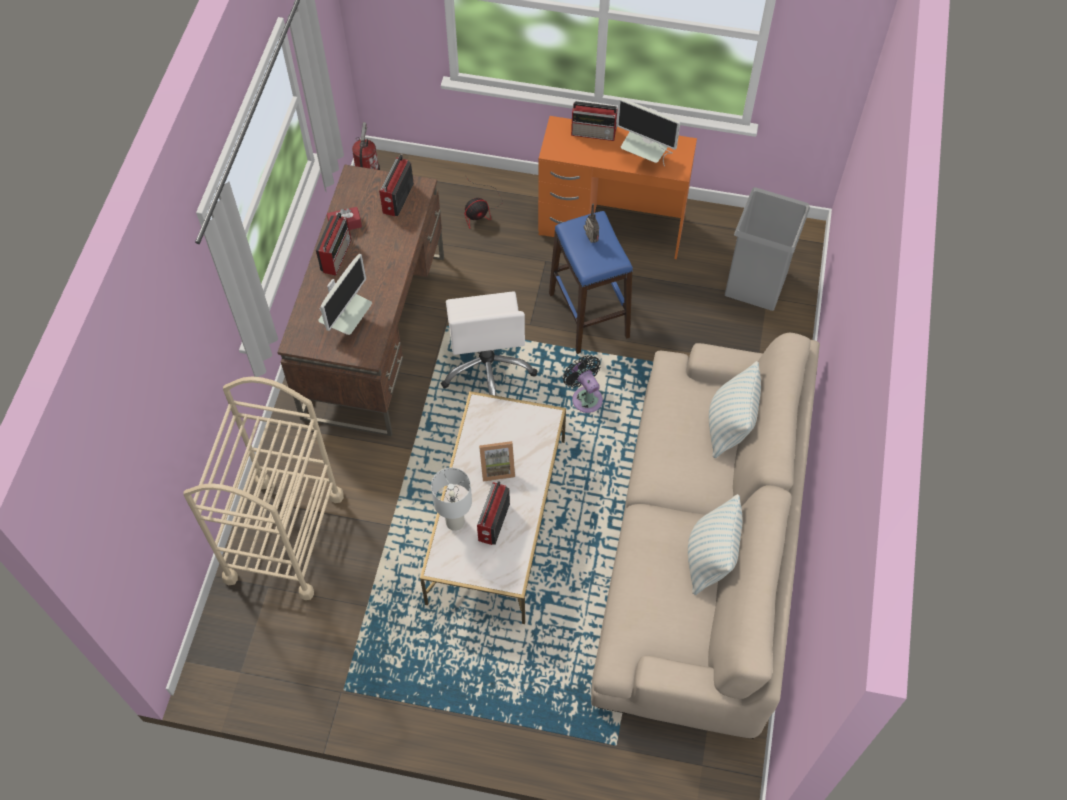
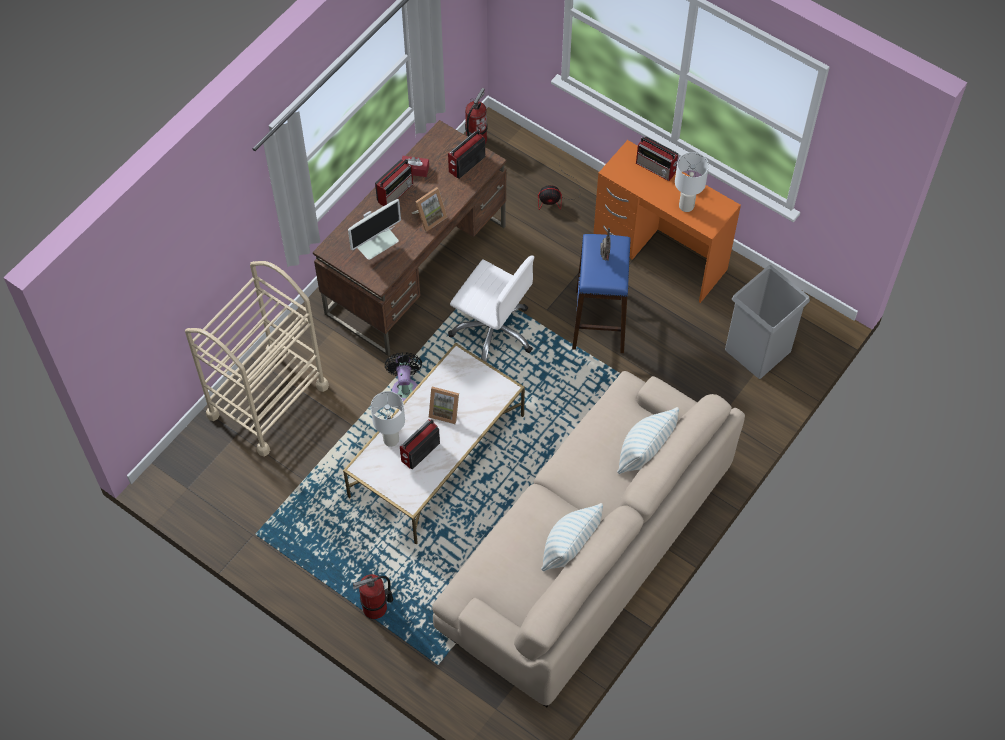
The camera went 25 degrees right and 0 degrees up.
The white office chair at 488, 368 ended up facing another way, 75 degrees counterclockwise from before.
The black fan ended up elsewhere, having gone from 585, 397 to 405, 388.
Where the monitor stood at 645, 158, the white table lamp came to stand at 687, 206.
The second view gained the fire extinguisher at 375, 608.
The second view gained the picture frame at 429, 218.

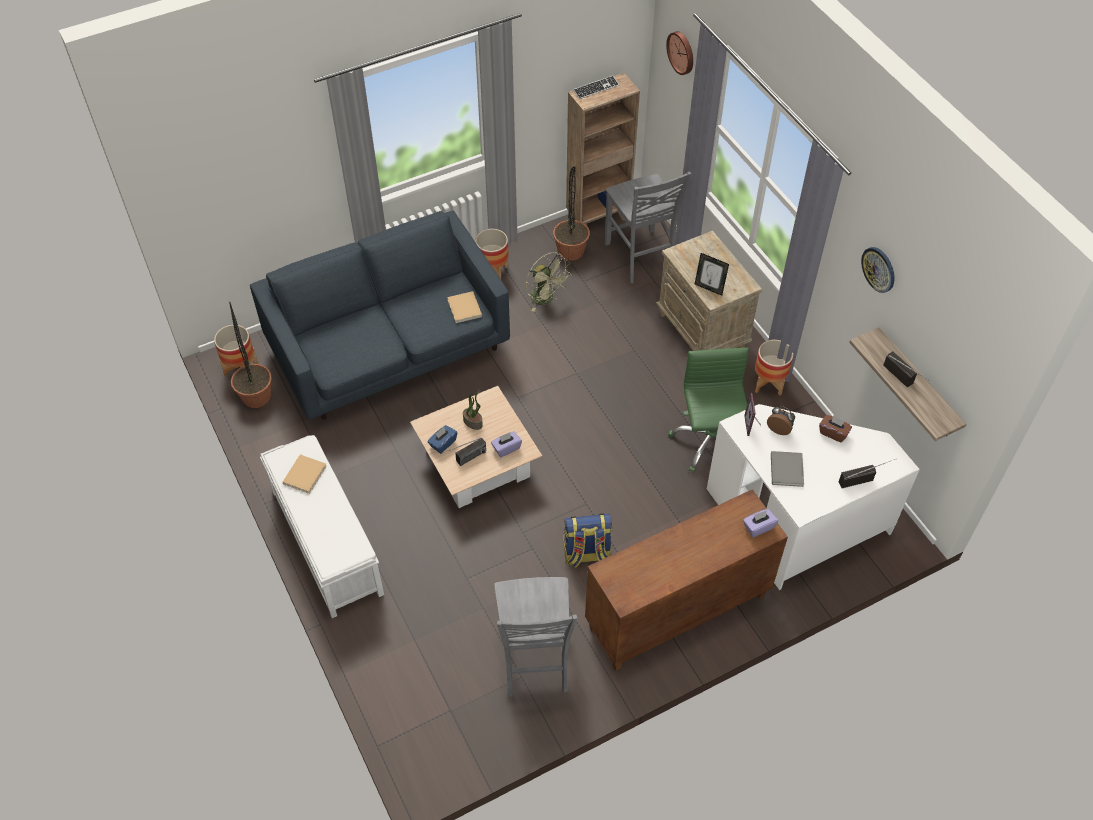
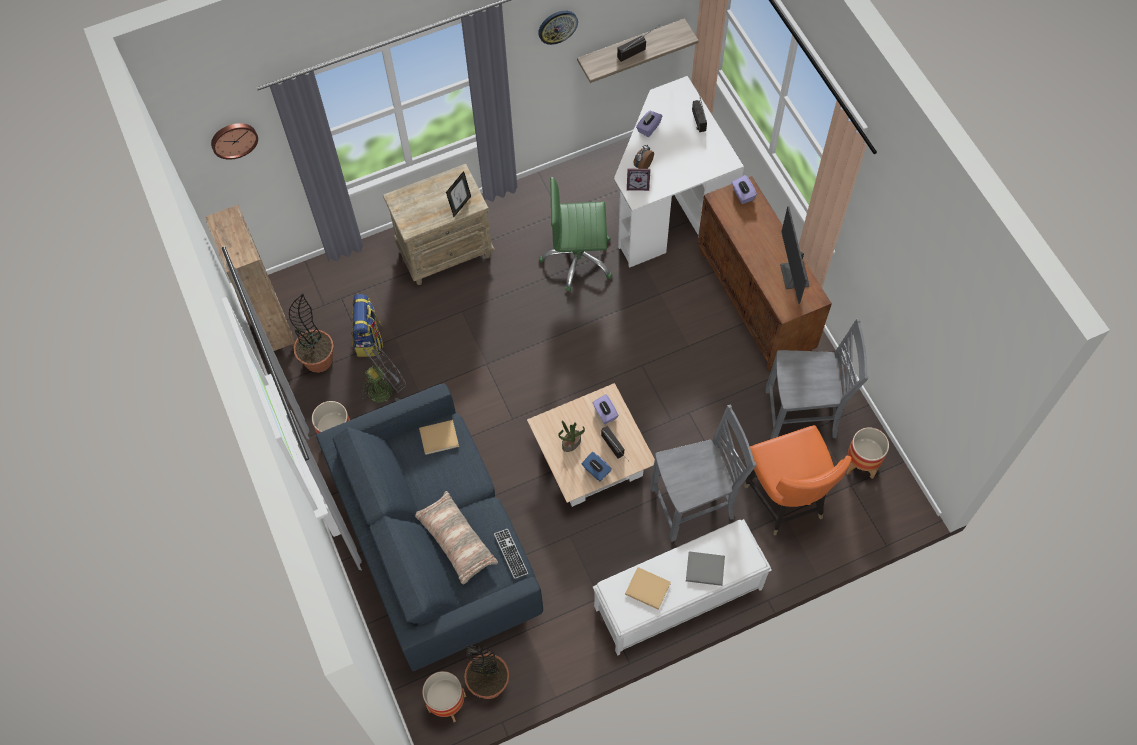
The camera went 85 degrees left and 10 degrees up.
What was the green fan at 546, 299 turned into the grey fan at 384, 387.
The backpack ended up elsewhere, having gone from 586, 554 to 369, 339.
The keyboard ended up elsewhere, having gone from 596, 88 to 511, 554.
The grey chair ended up elsewhere, having gone from 640, 258 to 694, 505.
The planter ended up elsewhere, having gone from 768, 384 to 861, 464.
The grey book ended up elsewhere, having gone from 786, 468 to 703, 569.
What was the brown tissue box at 833, 433 turned into the purple tissue box at 648, 128.
The second view gained the pillow at 456, 541.
The second view gained the orange chair at 785, 500.
The second view gained the monitor at 793, 275.

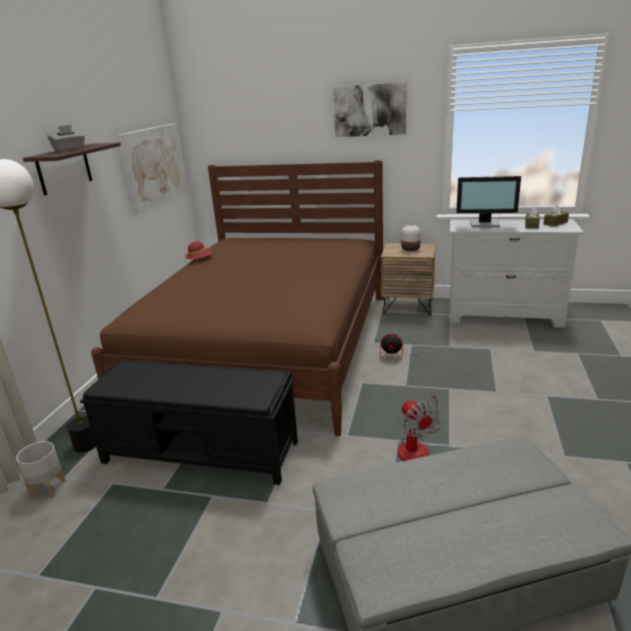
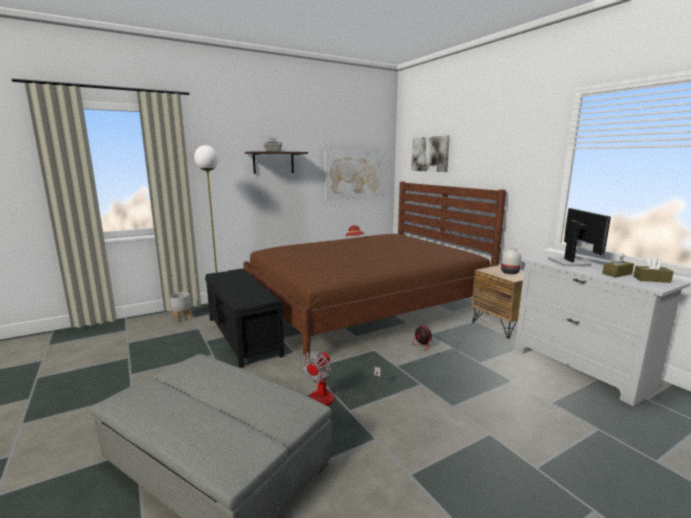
The camera went 45 degrees right and 10 degrees down.
The picture ended up elsewhere, having gone from 370, 110 to 430, 154.
The monitor at 485, 224 ended up facing another way, 150 degrees counterclockwise from before.

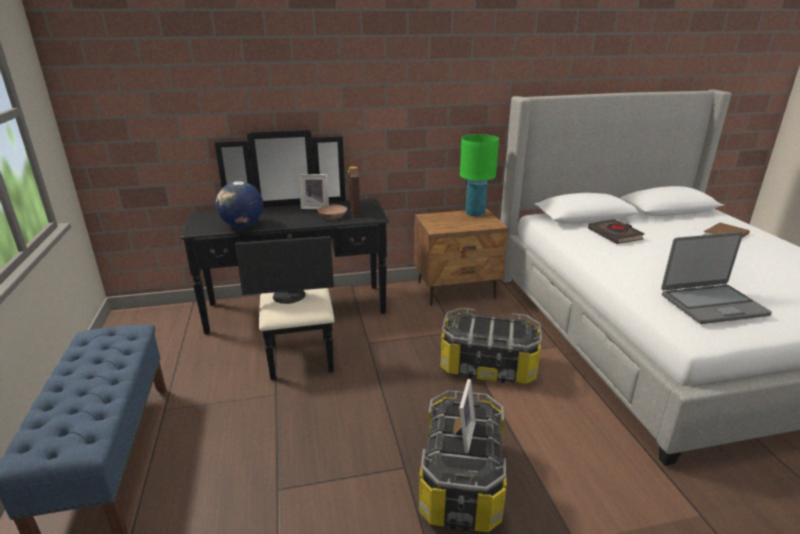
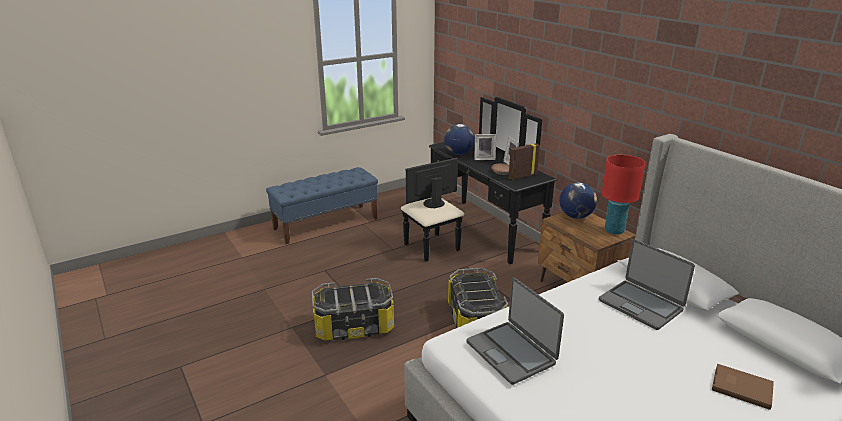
The camera went 70 degrees right and 0 degrees up.
The monitor at 289, 296 ended up facing another way, 90 degrees clockwise from before.
The picture frame ended up elsewhere, having gone from 461, 435 to 484, 158.
What was the green table lamp at 475, 213 turned into the red table lamp at 614, 230.
Where the black book stood at 615, 235, the laptop came to stand at 641, 305.
The second view gained the globe at 576, 216.

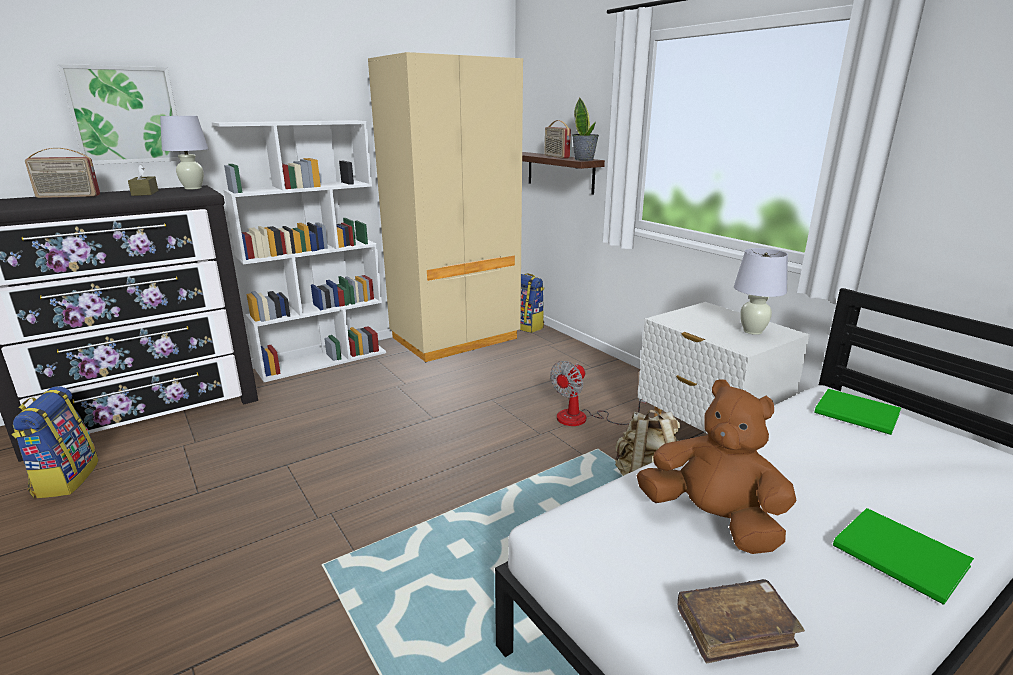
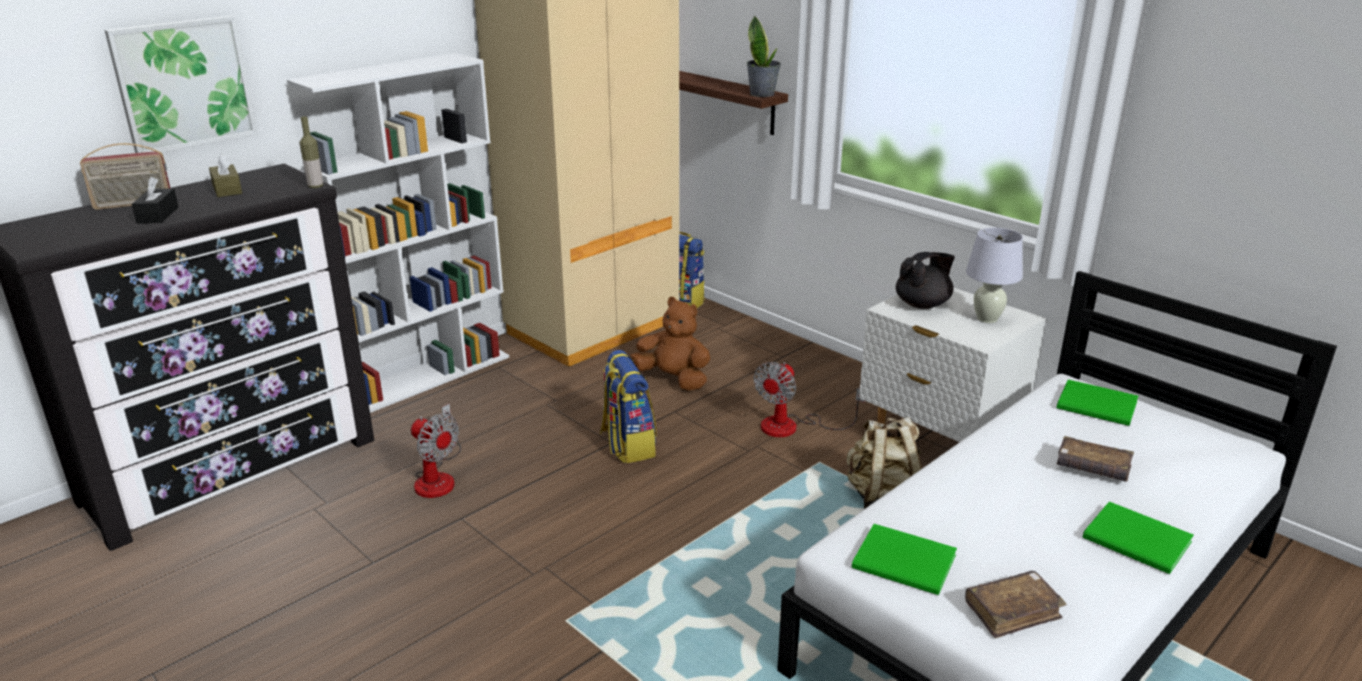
The camera went 10 degrees left and 5 degrees up.
The backpack ended up elsewhere, having gone from 65, 479 to 627, 445.
The second view lost the white table lamp at 193, 188.
The second view lost the radio at 556, 157.
The brown plush toy ended up elsewhere, having gone from 712, 520 to 673, 379.
The second view gained the black tissue box at 158, 215.
The second view gained the bottle at 315, 186.
The second view gained the fan at 438, 477.
The second view gained the green book at 906, 564.
The second view gained the black teapot at 923, 304.
The second view gained the brown book at 1092, 468.

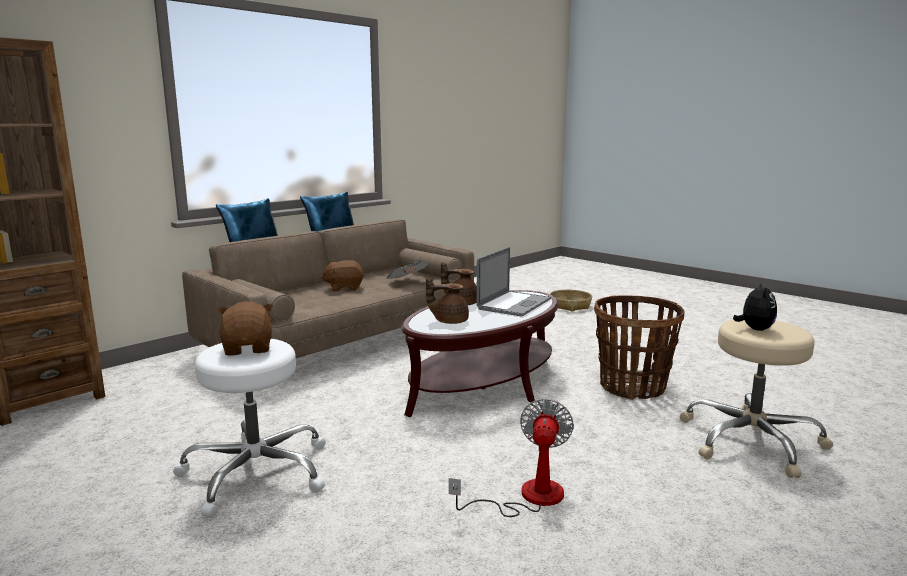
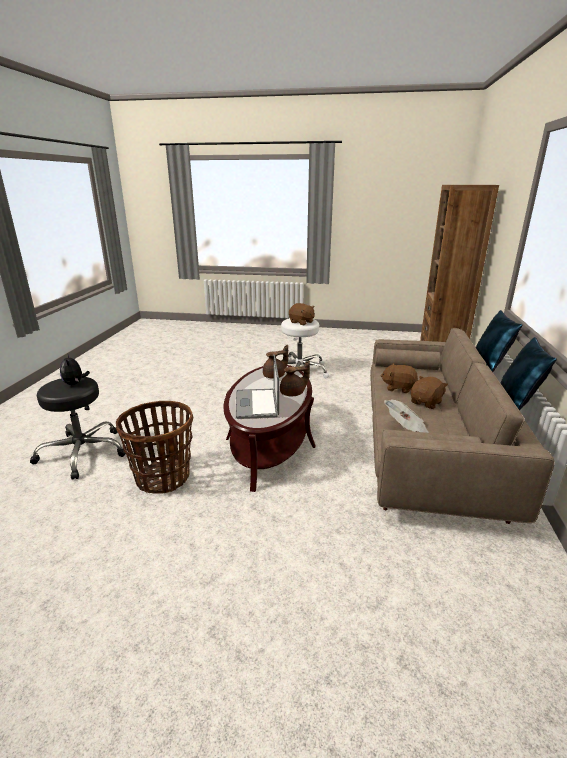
The camera went 145 degrees right and 10 degrees up.
The second view lost the fan at 528, 497.
The second view lost the basket at 570, 306.
What was the beige stool at 750, 441 turned into the black stool at 83, 452.
The second view gained the brown plush toy at 398, 388.

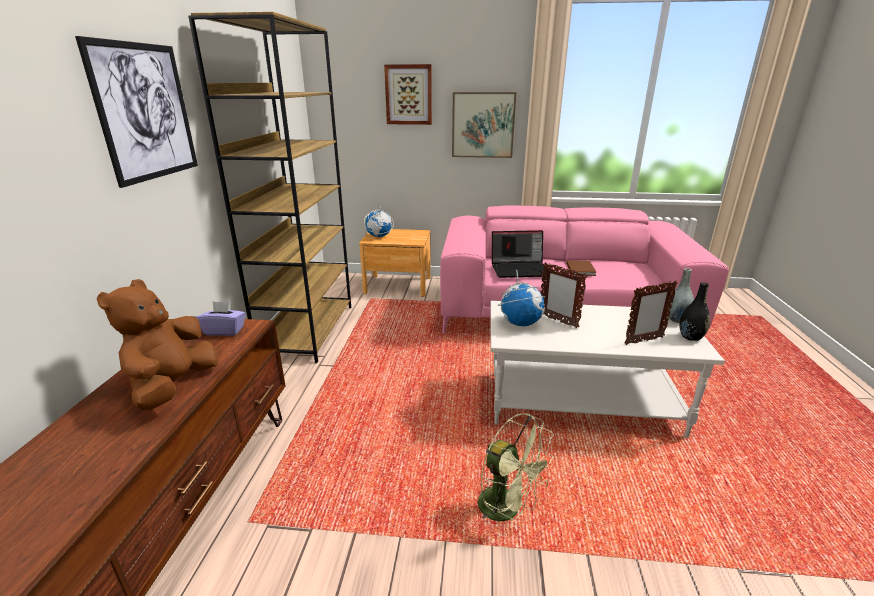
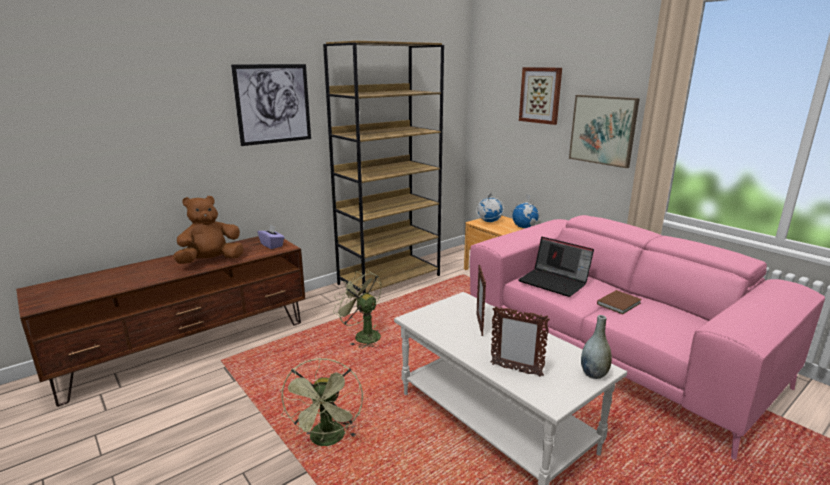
The camera went 45 degrees right and 5 degrees down.
The globe ended up elsewhere, having gone from 520, 323 to 524, 227.
The second view lost the black vase at 690, 337.
The second view gained the green fan at 362, 336.

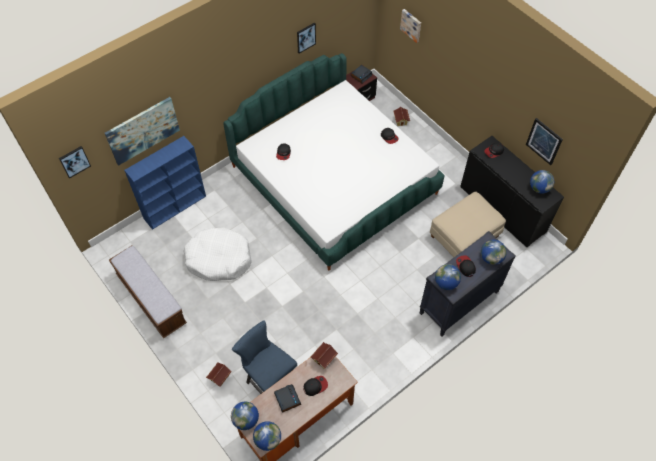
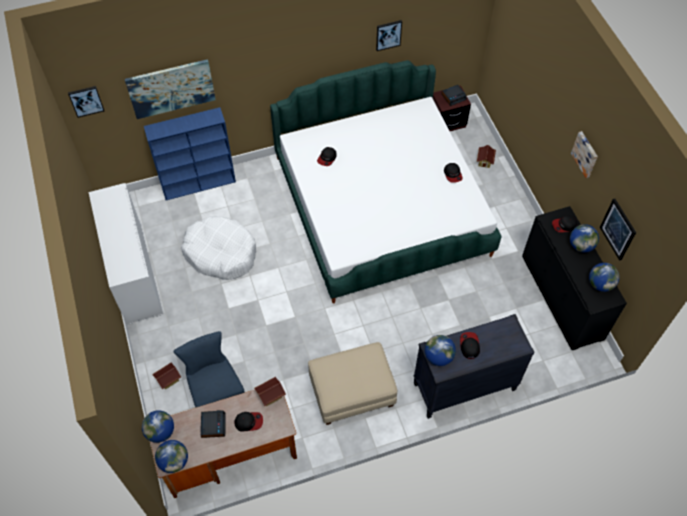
The camera went 20 degrees right and 0 degrees up.
Where the bench stood at 151, 299, the white cabinet came to stand at 134, 273.
The picture ended up elsewhere, having gone from 411, 25 to 585, 154.
The beige ottoman ended up elsewhere, having gone from 464, 237 to 352, 393.
The globe ended up elsewhere, having gone from 491, 258 to 580, 245.

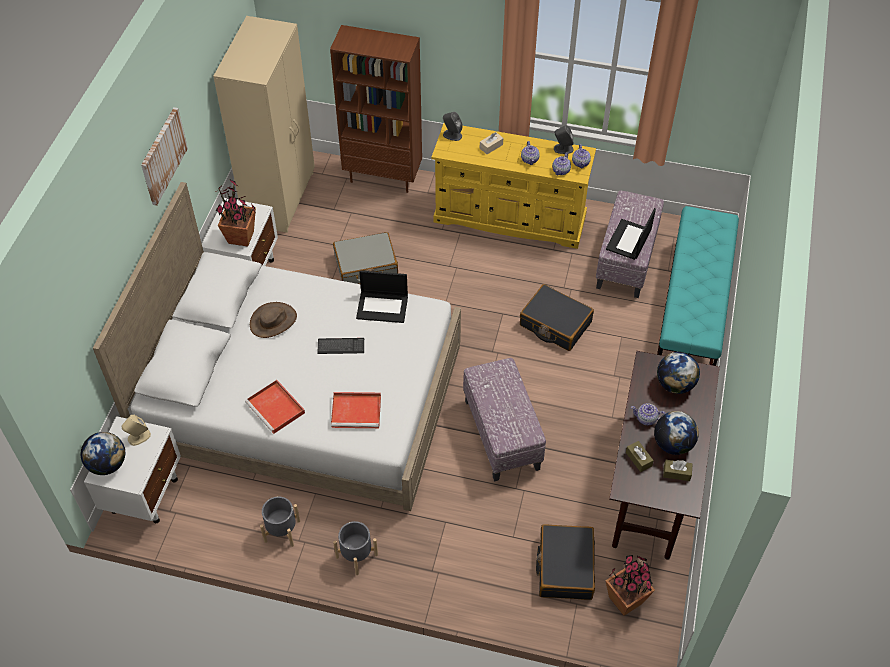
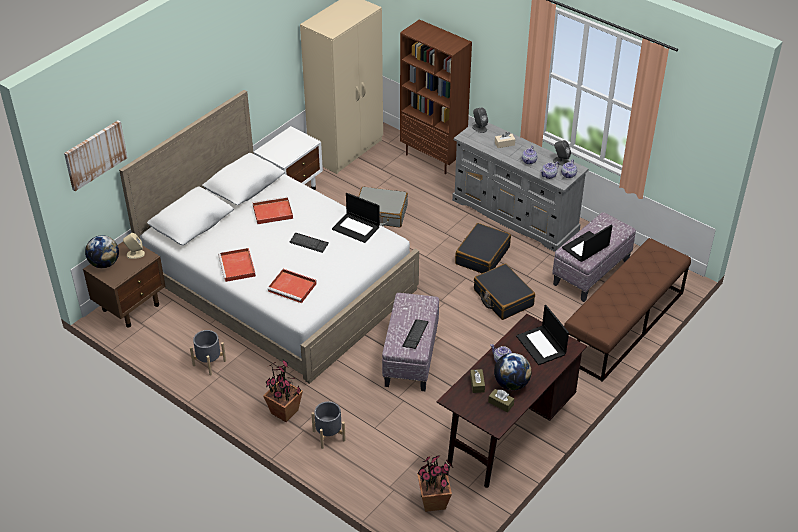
The camera went 25 degrees right and 10 degrees down.
What was the white nightstand at 145, 494 turned into the brown nightstand at 131, 307.
The picture ended up elsewhere, having gone from 163, 155 to 95, 154.
The potted plant ended up elsewhere, having gone from 241, 237 to 284, 412.
Where the brown hat stood at 273, 321, the red tray came to stand at 272, 212.
The grey planter ended up elsewhere, having gone from 357, 556 to 329, 435.
What was the yellow dresser at 510, 218 turned into the grey dresser at 515, 215.
The black suitcase ended up elsewhere, having gone from 565, 567 to 482, 255.
What was the turquoise bench at 691, 311 turned into the brown bench at 623, 325.
Where the globe stood at 675, 384, the laptop came to stand at 541, 345.
The second view gained the keyboard at 415, 334.

